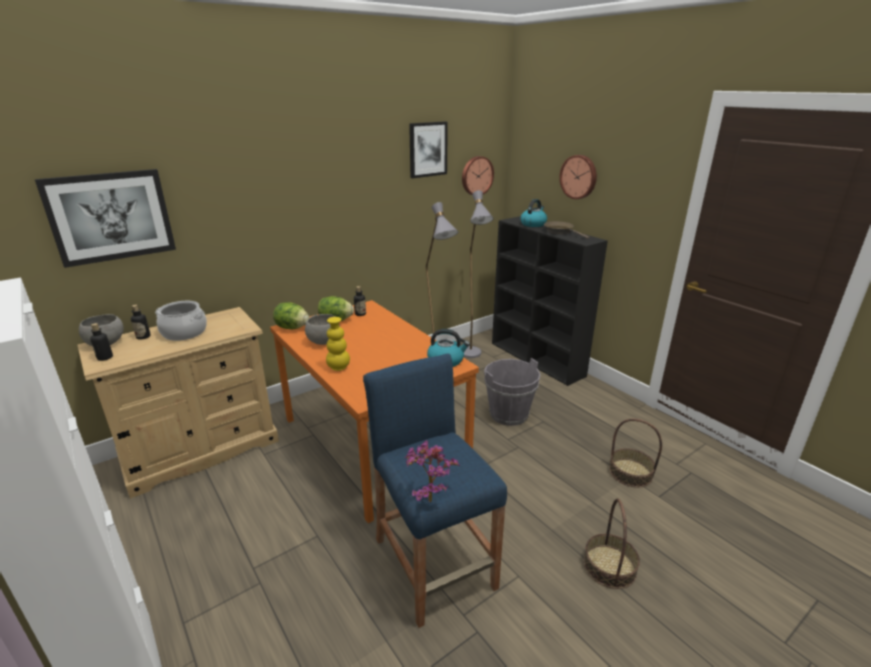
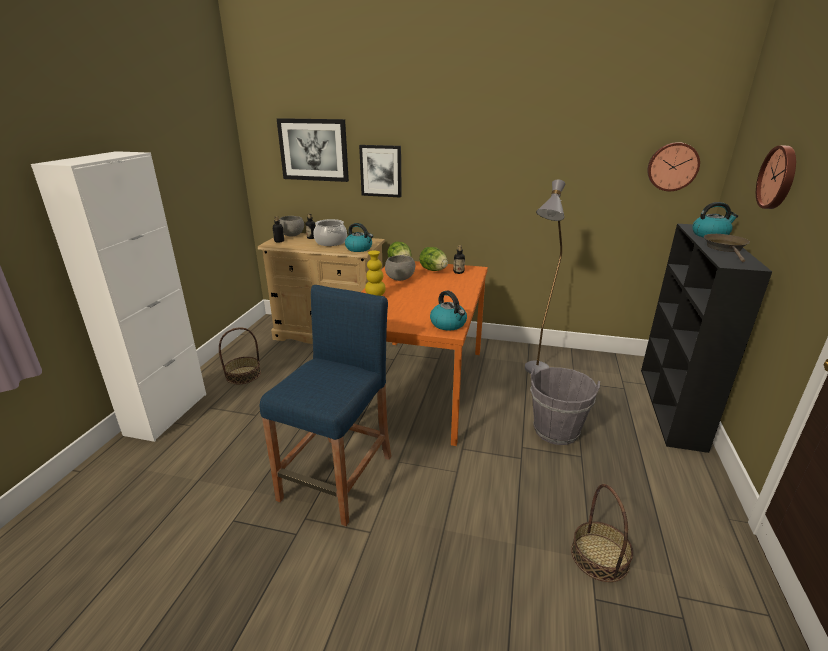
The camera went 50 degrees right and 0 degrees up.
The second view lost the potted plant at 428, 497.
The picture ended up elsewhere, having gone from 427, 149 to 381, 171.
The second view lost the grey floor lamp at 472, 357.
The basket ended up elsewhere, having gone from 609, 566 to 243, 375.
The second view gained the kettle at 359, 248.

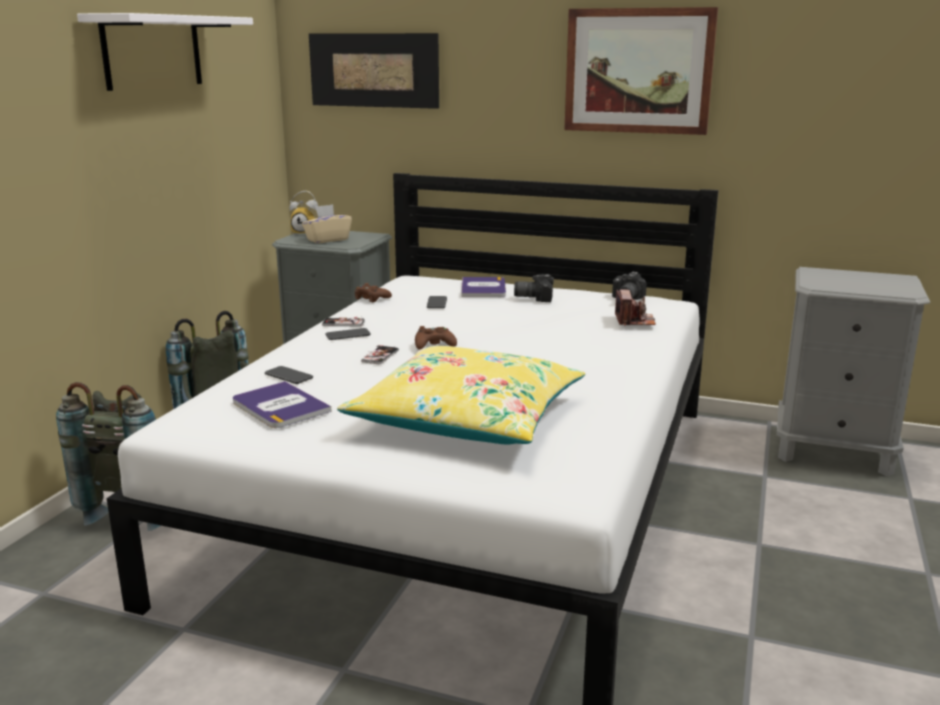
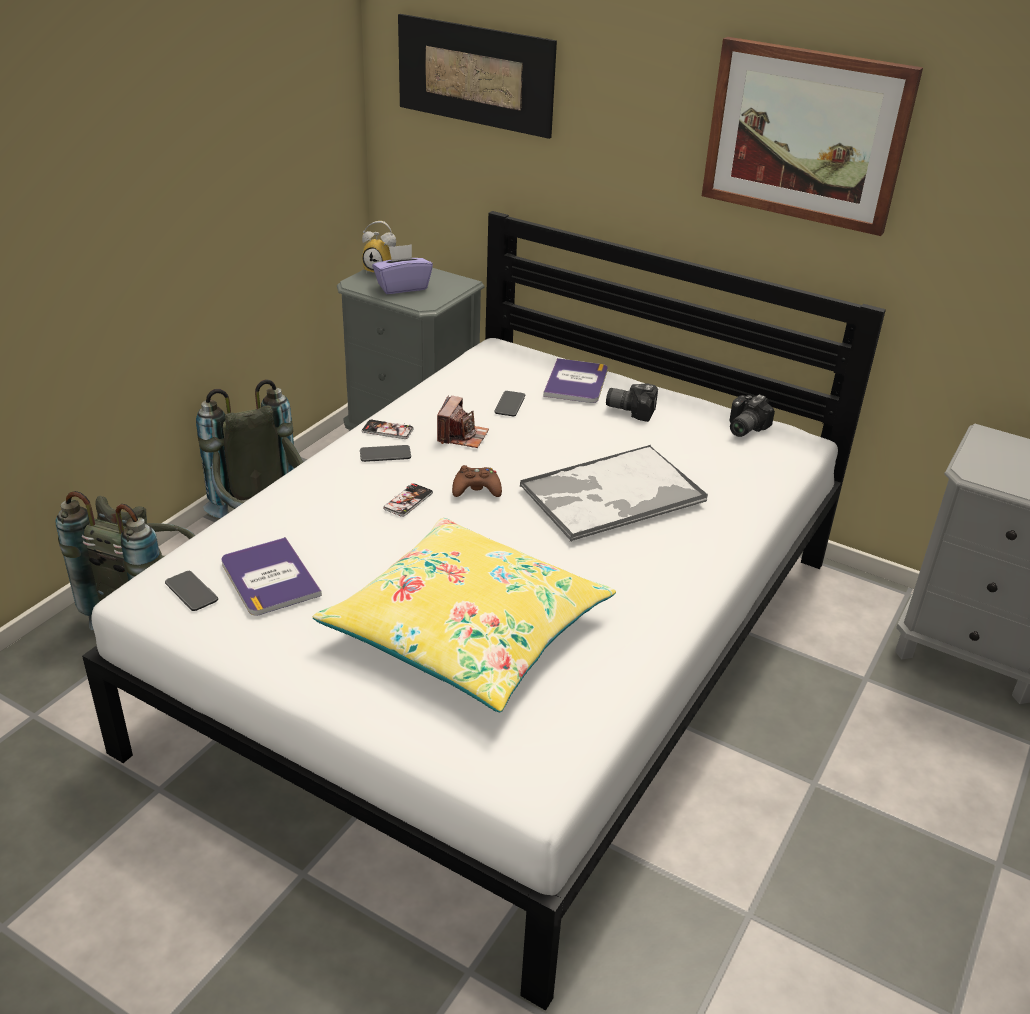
The camera went 10 degrees right and 15 degrees up.
The second view lost the white shelf at 152, 51.
The phone ended up elsewhere, having gone from 288, 376 to 191, 592.
What was the beige tissue box at 327, 239 turned into the purple tissue box at 402, 287.
The second view lost the brown game controller at 371, 298.
The photo camera ended up elsewhere, having gone from 634, 321 to 462, 436.
The second view gained the tray at 611, 494.

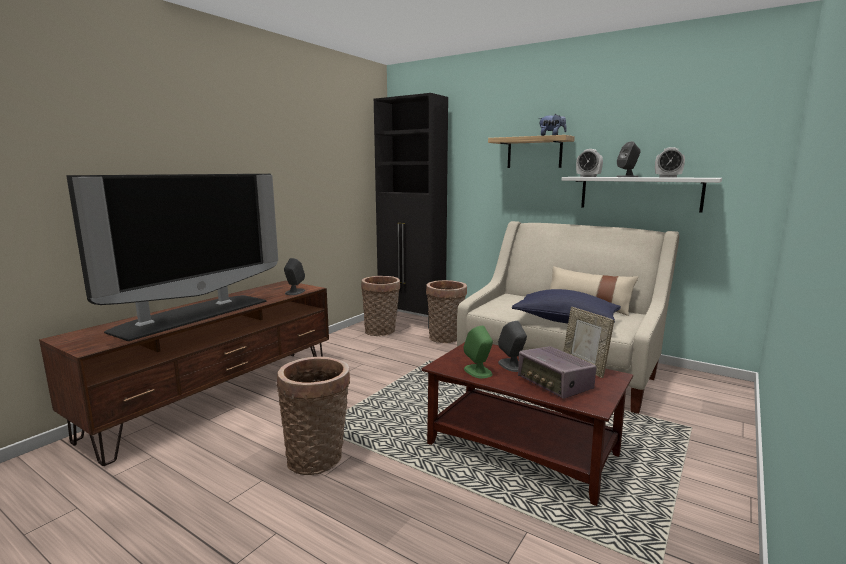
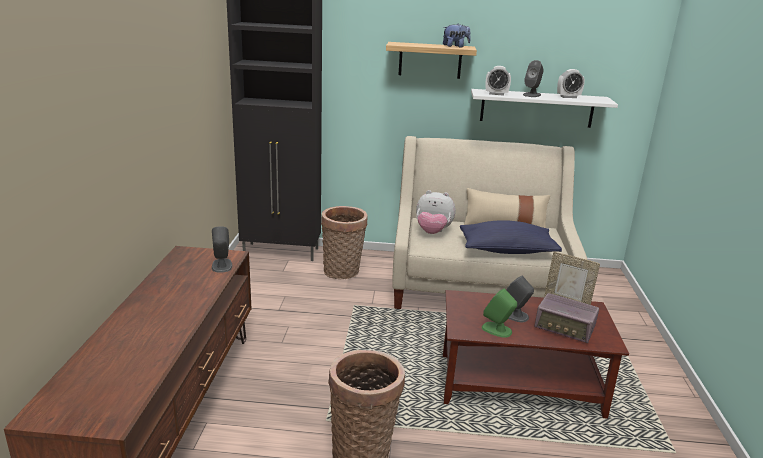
The camera went 30 degrees left and 10 degrees up.
The second view lost the television at 192, 315.
The second view lost the basket at 382, 331.
The second view gained the plush toy at 433, 232.

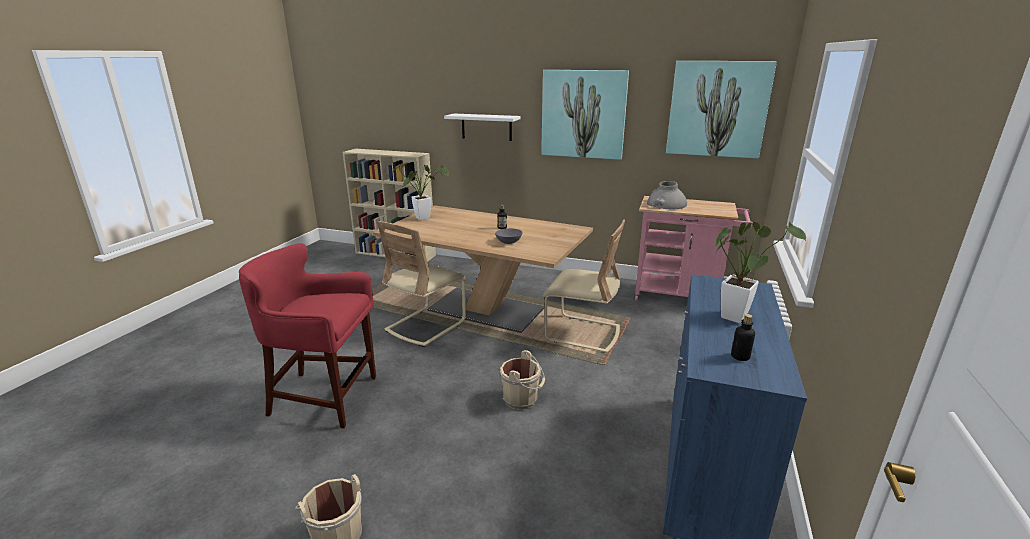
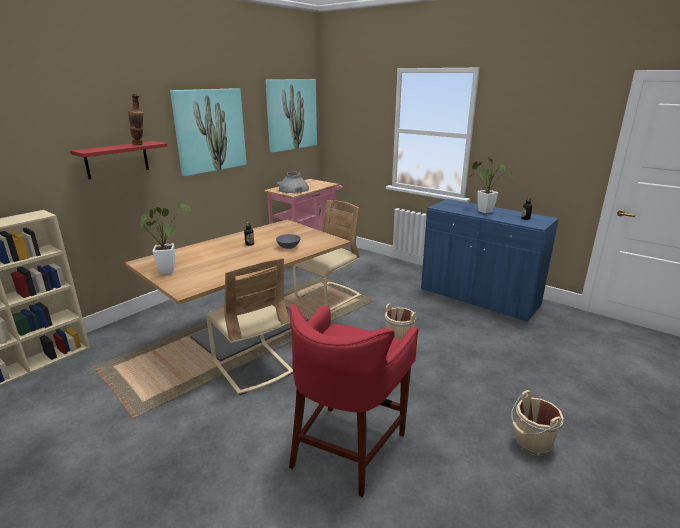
The camera went 70 degrees left and 0 degrees up.
What was the white shelf at 486, 127 turned into the red shelf at 117, 159.
The second view gained the vase at 140, 144.

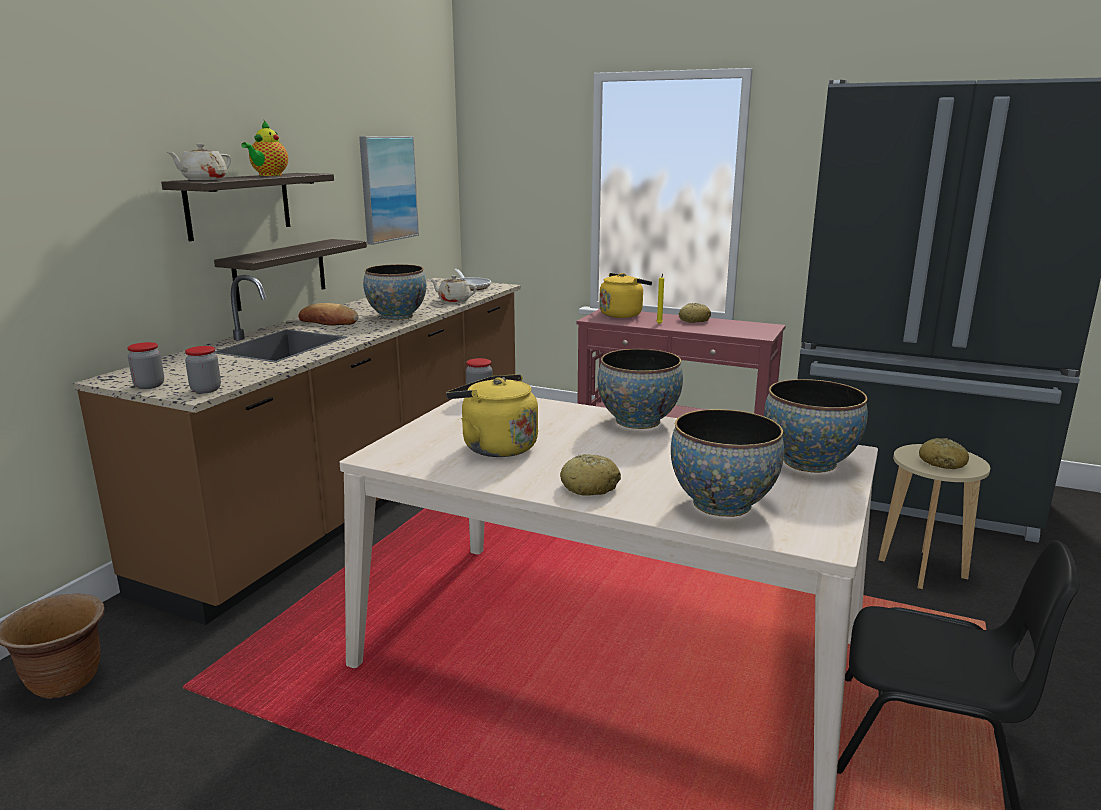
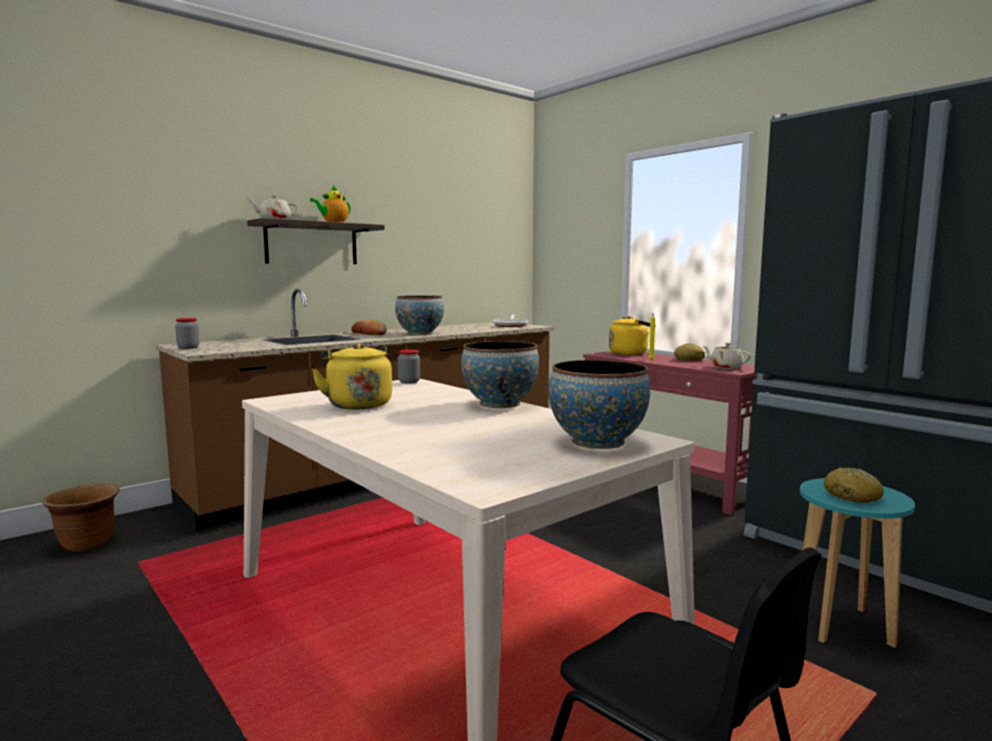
The camera went 25 degrees right and 10 degrees down.
The second view lost the jar at 206, 390.
The second view lost the shelf at 280, 274.
The second view lost the picture at 388, 188.
The beige teapot ended up elsewhere, having gone from 454, 300 to 725, 367.
The second view lost the bread at 590, 486.
The second view lost the bowl at 722, 504.
What was the beige stool at 922, 569 turned into the turquoise stool at 843, 625.

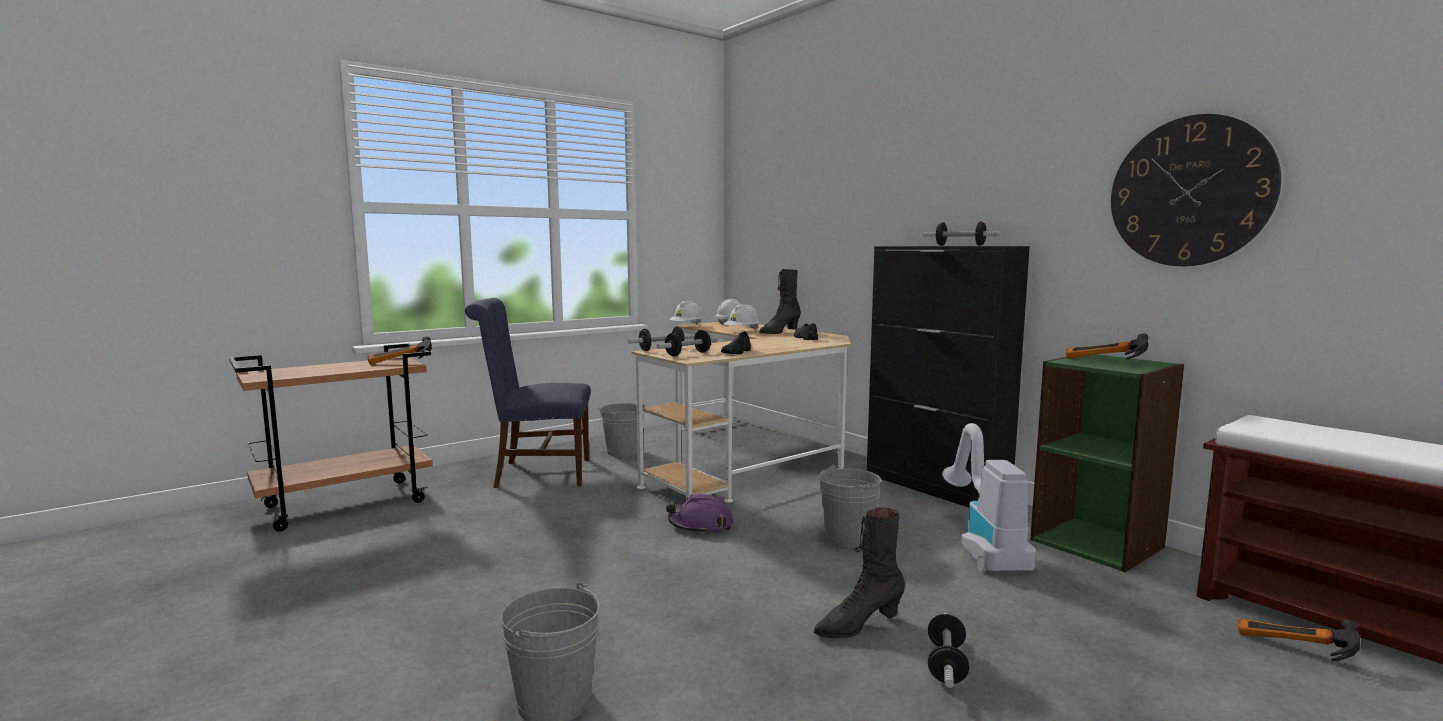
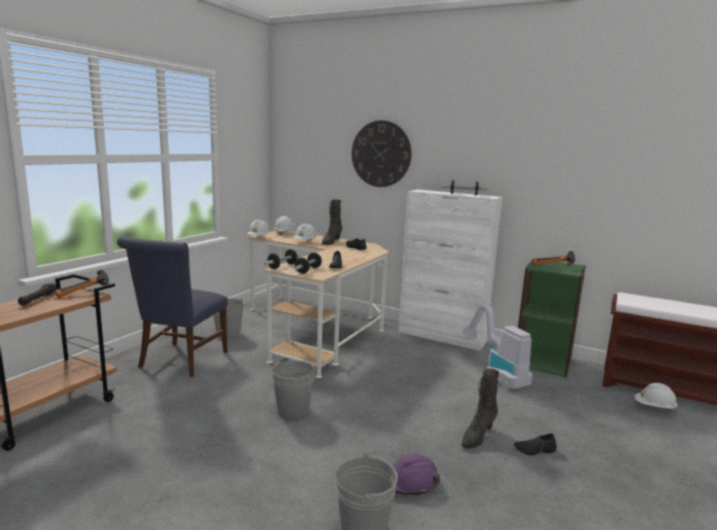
The camera went 25 degrees left and 5 degrees up.
The blue chair at 536, 473 ended up facing another way, 45 degrees counterclockwise from before.
The purple hard hat ended up elsewhere, having gone from 701, 526 to 410, 483.
The grey bucket ended up elsewhere, having gone from 848, 538 to 293, 409.
What was the black cabinet at 935, 488 turned into the white cabinet at 442, 337.
Where the dumbbell stood at 946, 664, the black shoe came to stand at 534, 450.
The wall clock ended up elsewhere, having gone from 1190, 191 to 381, 154.
Where the hammer stood at 1294, 651, the white hard hat came to stand at 654, 407.
The second view gained the black flashlight at 38, 299.

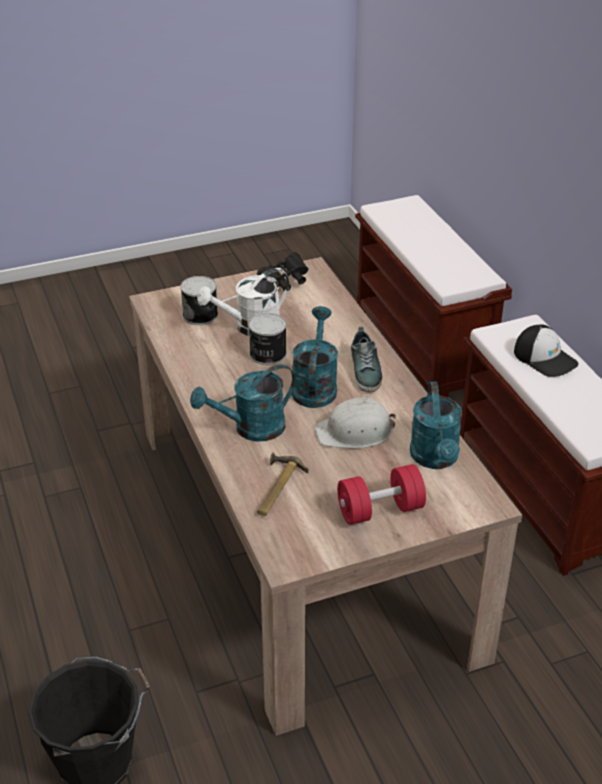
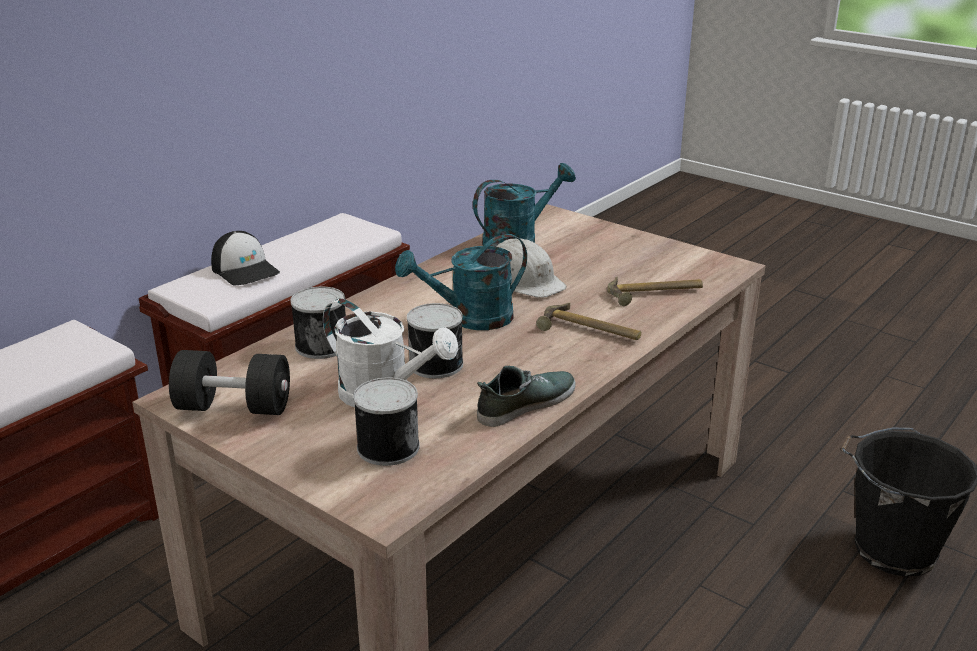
The camera went 120 degrees left and 10 degrees down.
Where the turquoise watering can stood at 251, 429, the hammer came to stand at 589, 331.
Where the black binoculars stood at 285, 281, the black dumbbell came to stand at 234, 407.
The second view lost the red dumbbell at 380, 510.
The shoe ended up elsewhere, having gone from 366, 371 to 525, 404.
The cap at 545, 358 ended up facing another way, 120 degrees clockwise from before.
The second view gained the can at 322, 345.

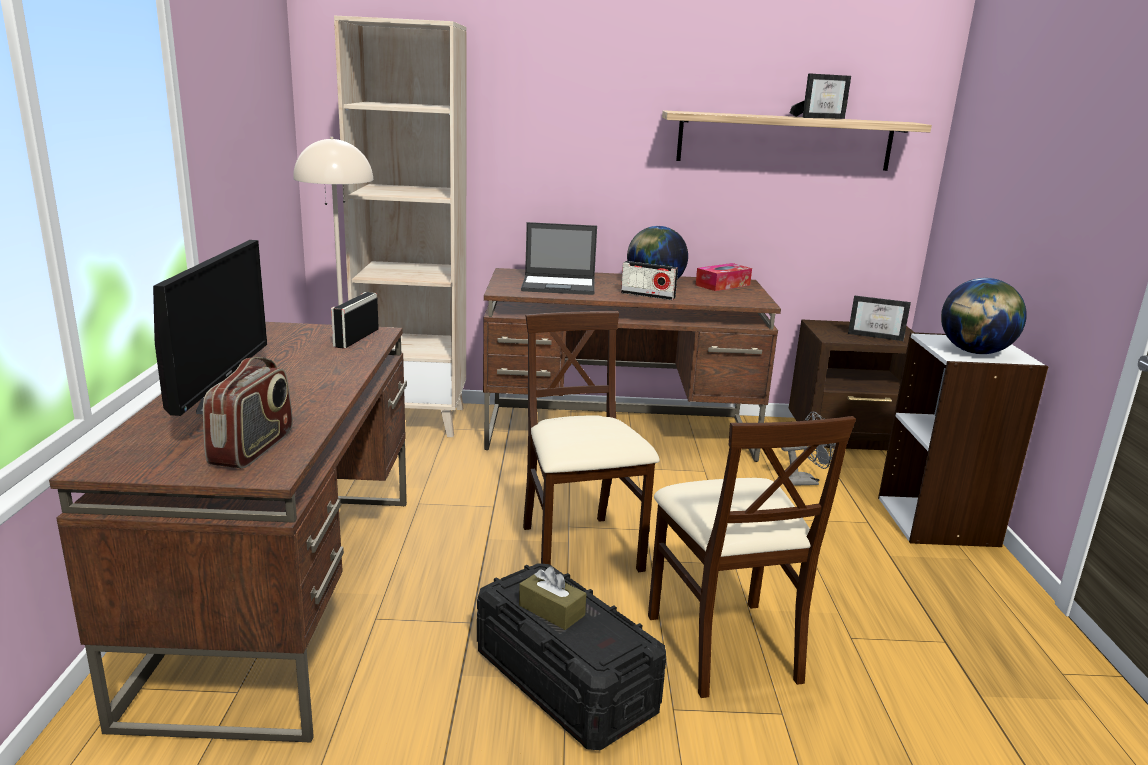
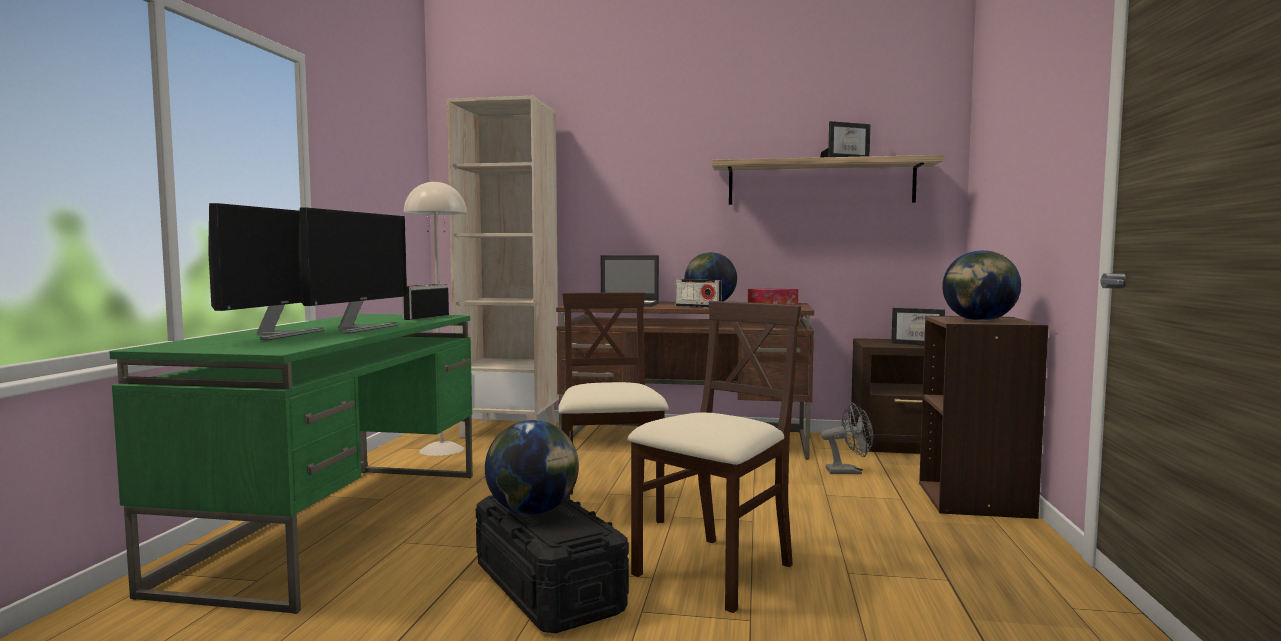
The camera went 10 degrees right and 15 degrees down.
What was the brown desk at 288, 593 turned into the green desk at 339, 524.
The second view lost the radio at 253, 449.
Where the brown tissue box stood at 551, 610, the globe came to stand at 533, 511.
The beige chair at 724, 645 ended up facing another way, 135 degrees counterclockwise from before.
What was the white bookcase at 938, 521 turned into the brown bookcase at 976, 500.
The second view gained the monitor at 359, 328.

